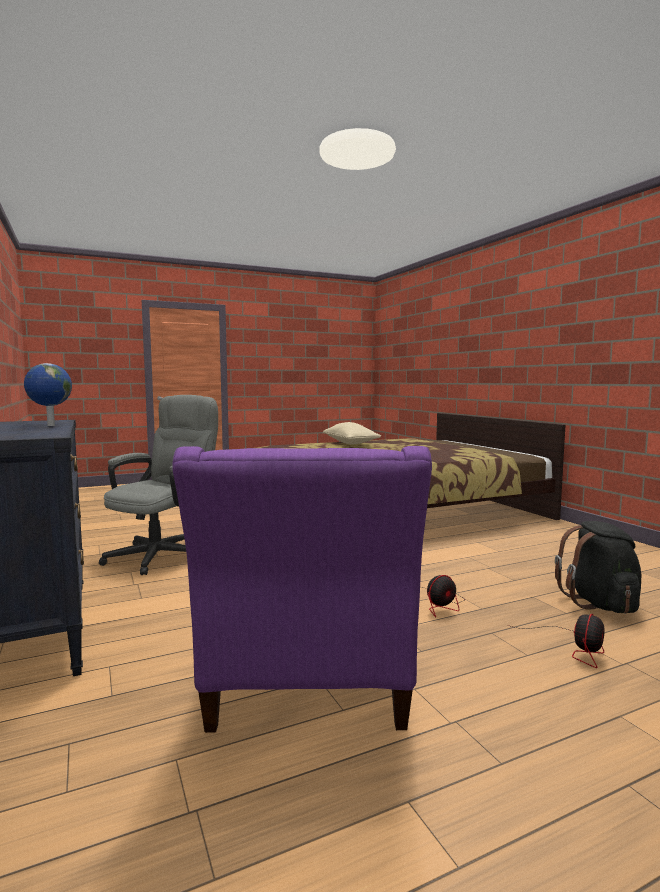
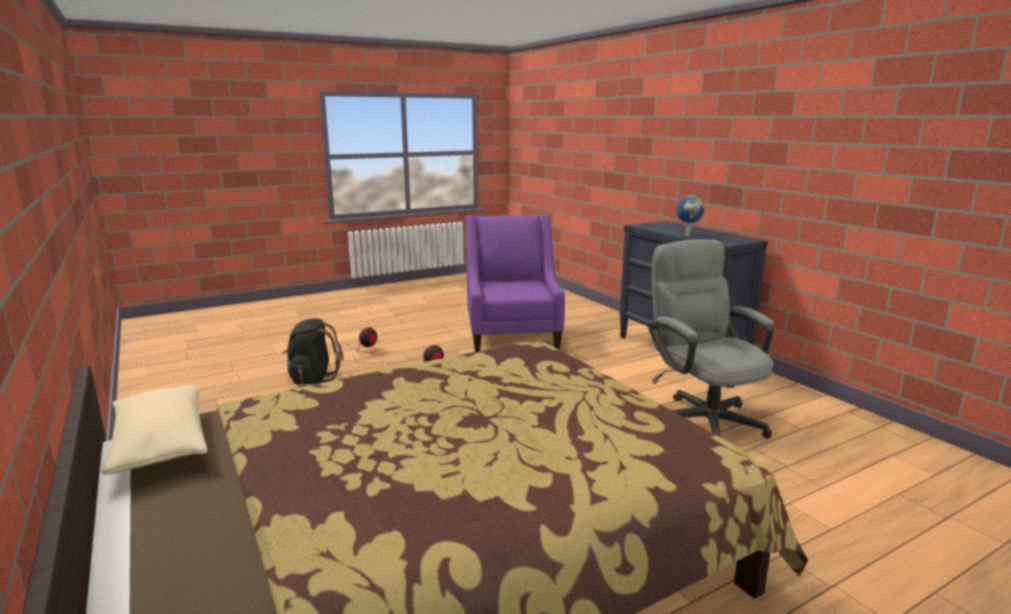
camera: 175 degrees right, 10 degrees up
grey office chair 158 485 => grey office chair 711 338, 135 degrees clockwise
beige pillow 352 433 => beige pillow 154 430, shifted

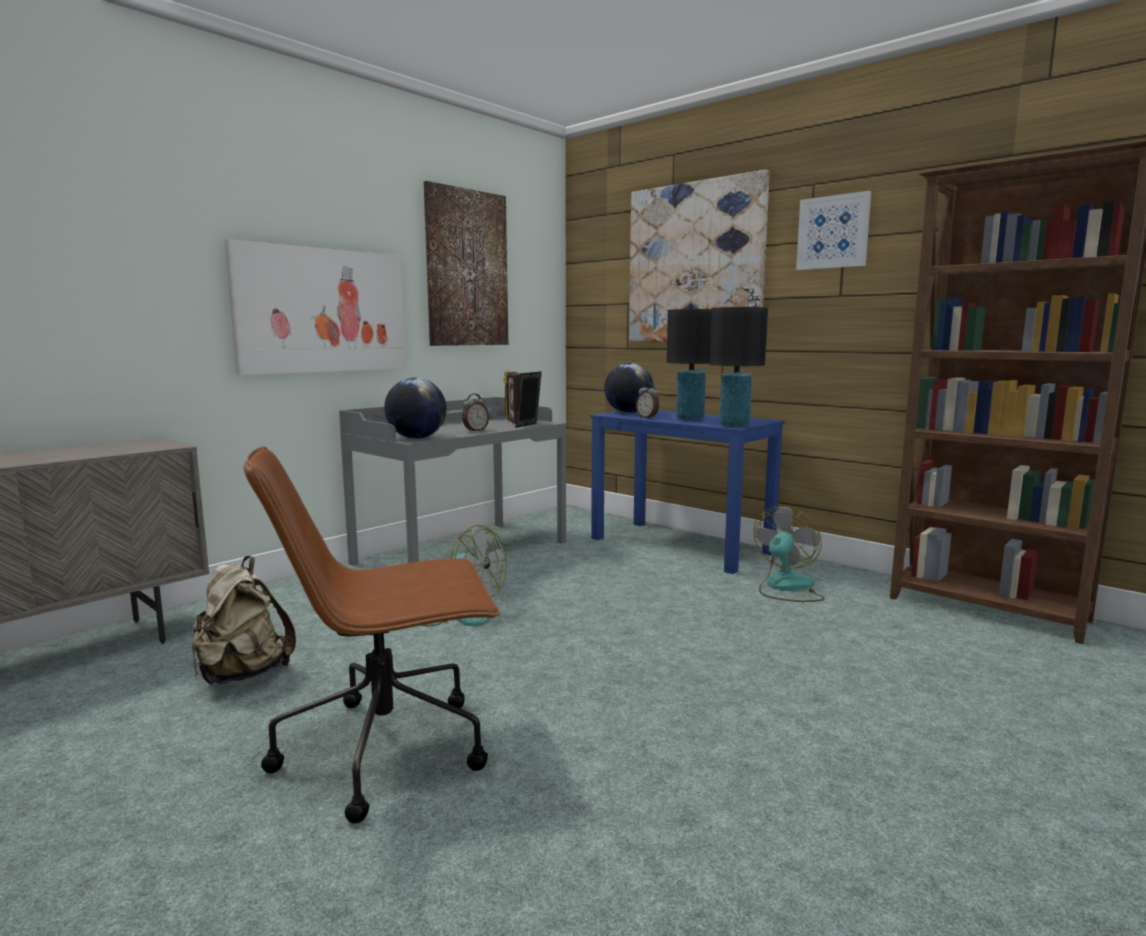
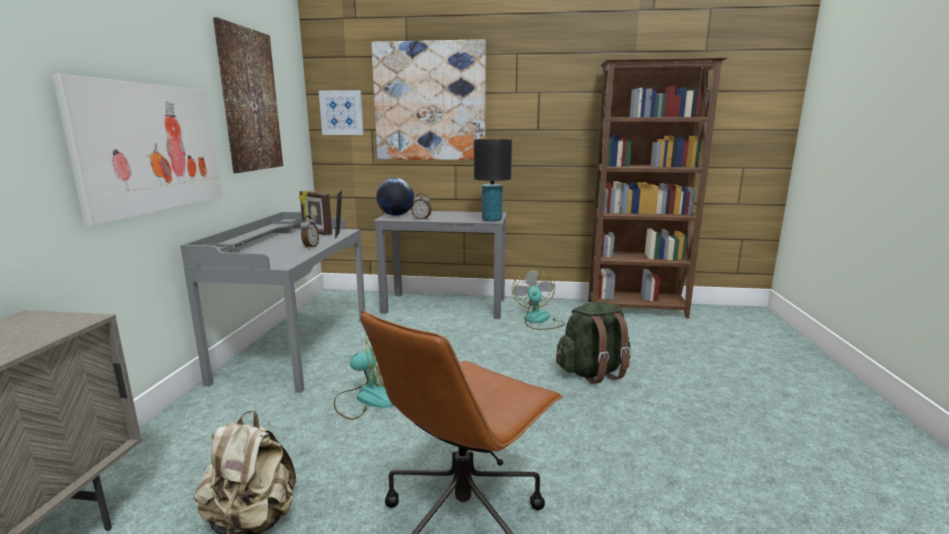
camera: 35 degrees left, 5 degrees up
picture 833 230 => picture 341 112, shifted
black table lamp 689 365 => nothing
globe 415 408 => nothing
blue desk 687 492 => grey desk 440 264
nothing => green backpack 593 343

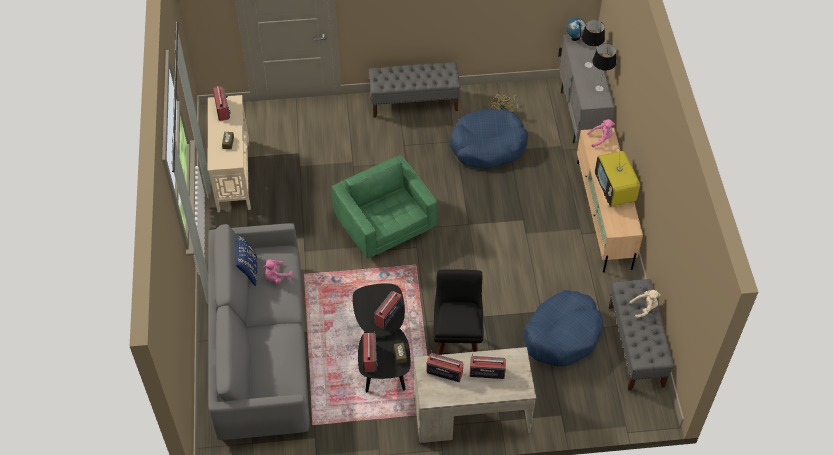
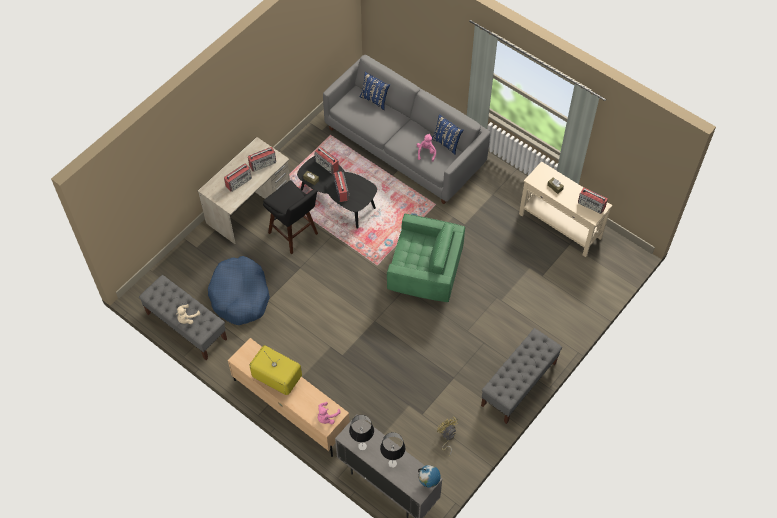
camera: 135 degrees right, 5 degrees up
blue dog bed 489 139 => nothing
nothing => blue pillow 374 91

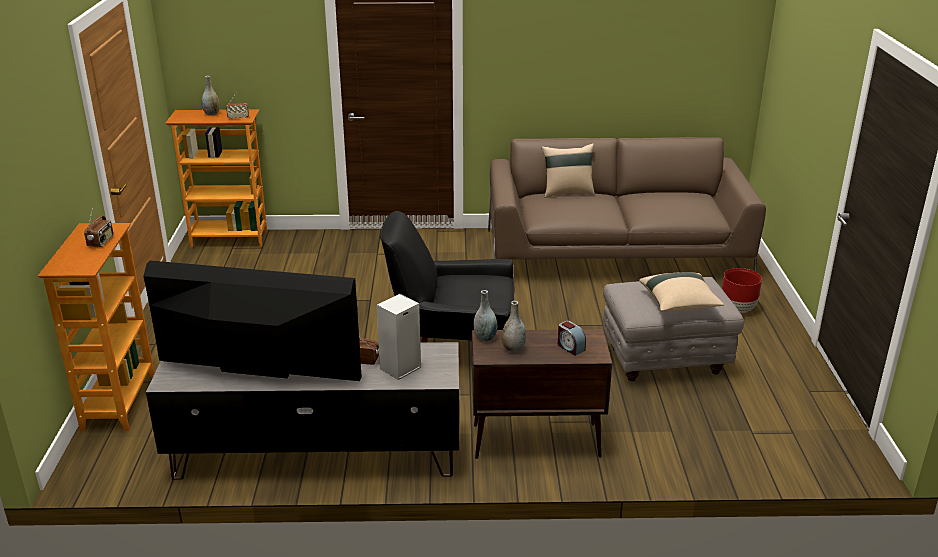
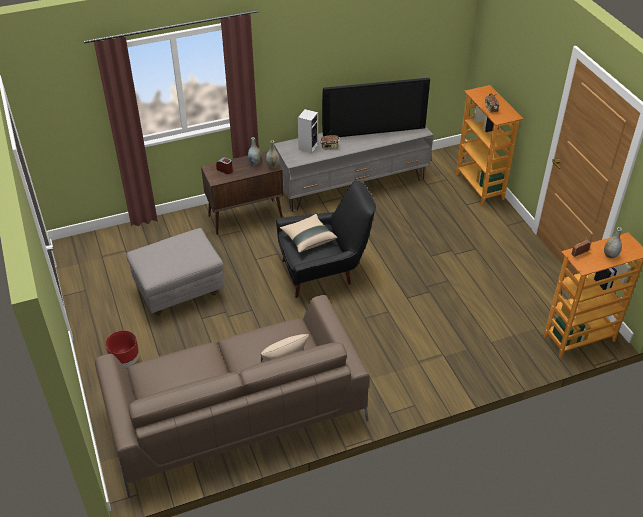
camera: 160 degrees right, 15 degrees up
beige pillow 681 291 => beige pillow 309 233, shifted

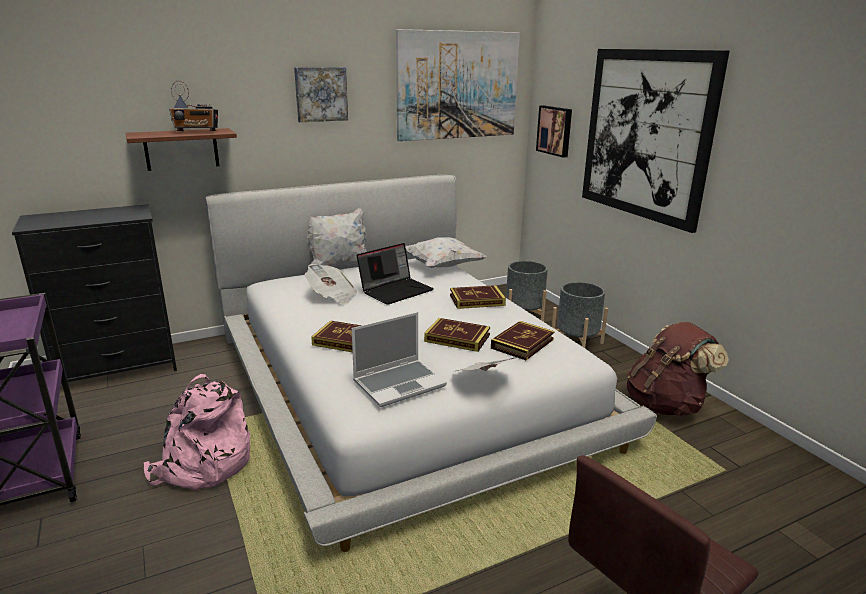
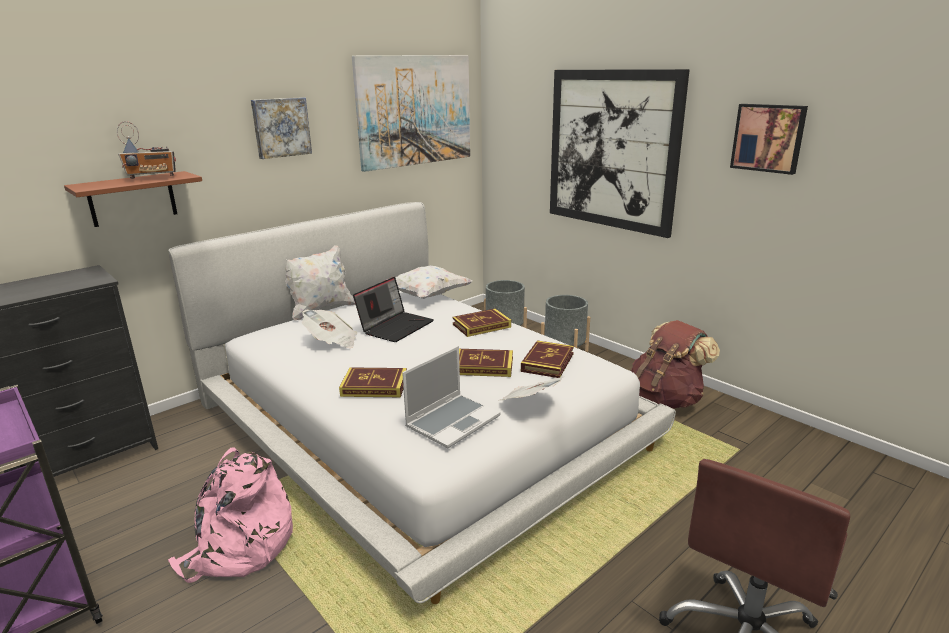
camera: 15 degrees left, 0 degrees up
picture 554 131 => picture 769 139, shifted

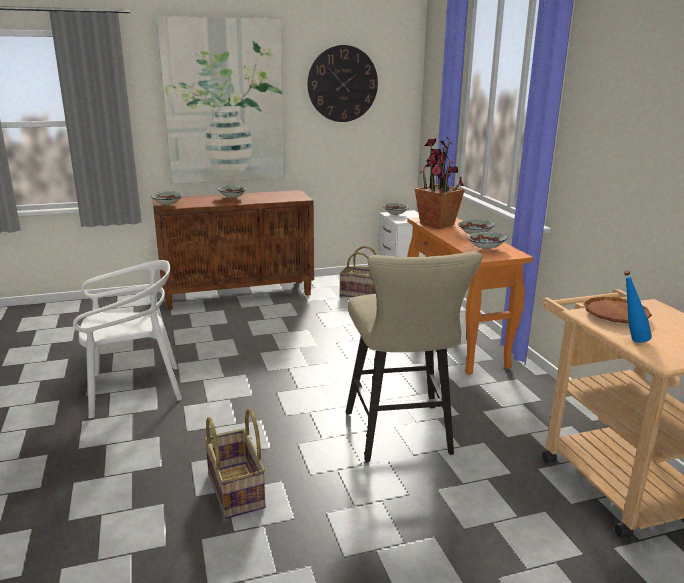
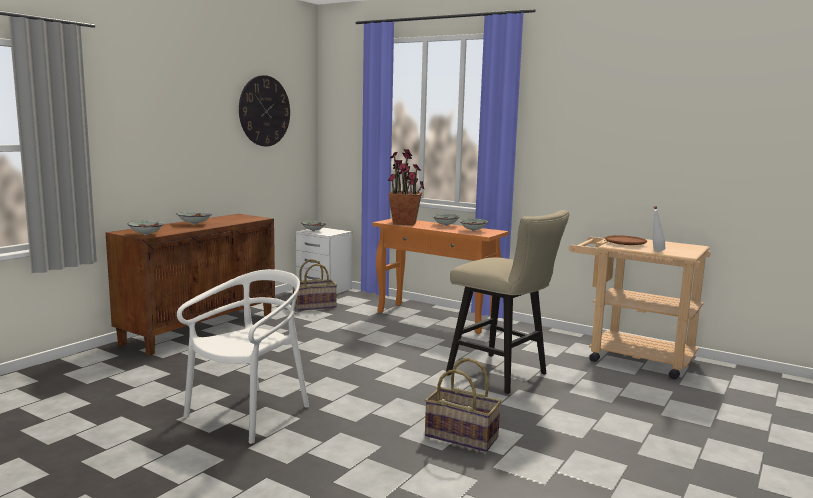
camera: 40 degrees left, 10 degrees down
picture 220 100 => nothing
blue bottle 638 306 => white bottle 659 228

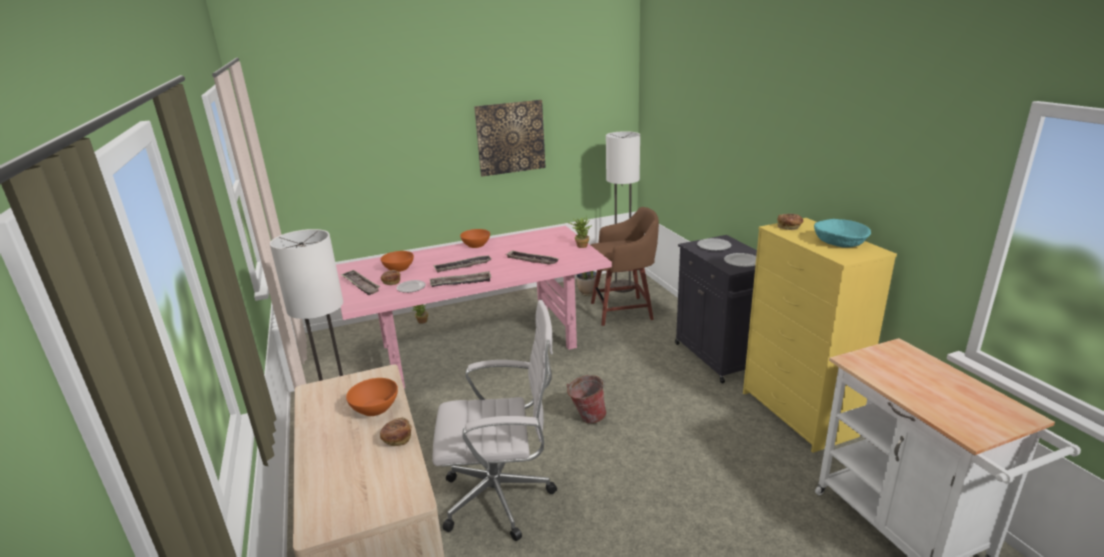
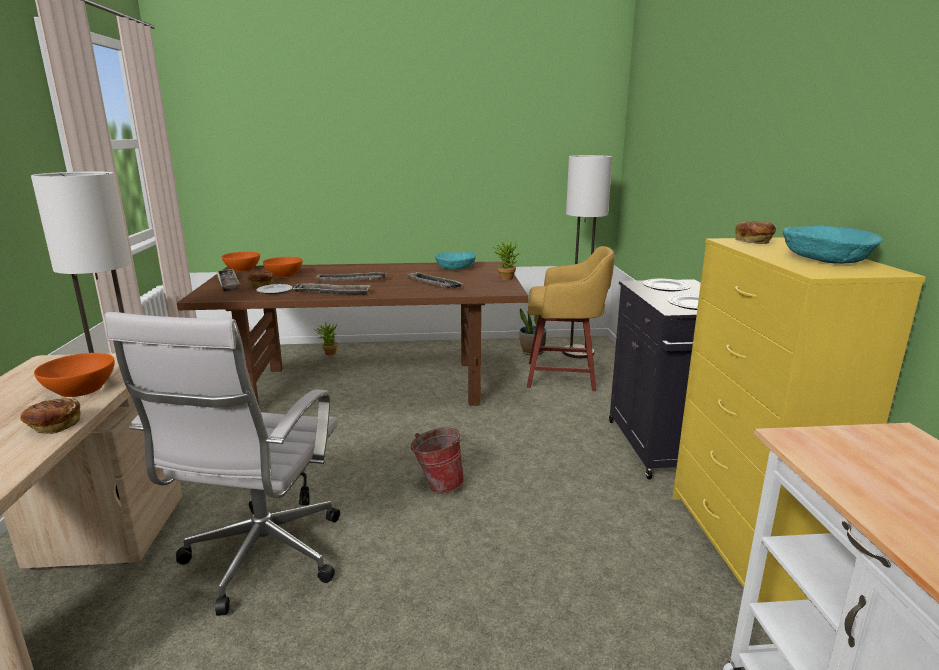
camera: 15 degrees right, 5 degrees down
picture 510 138 => nothing
brown stool 625 266 => yellow stool 571 318
pink dining table 474 307 => brown dining table 352 333
orange bowl 475 238 => orange bowl 241 261, shifted
white office chair 494 420 => white office chair 222 464, 90 degrees clockwise
nothing => turquoise bowl 455 260

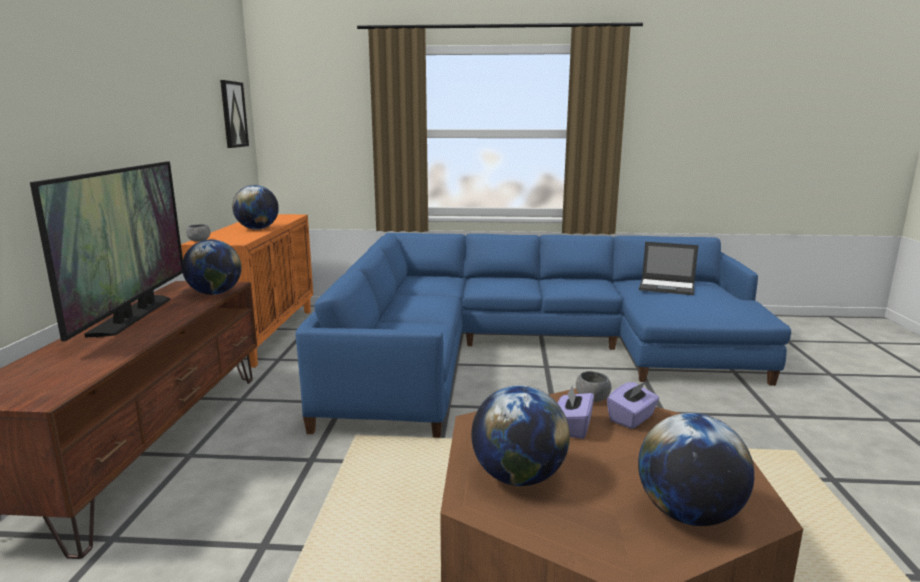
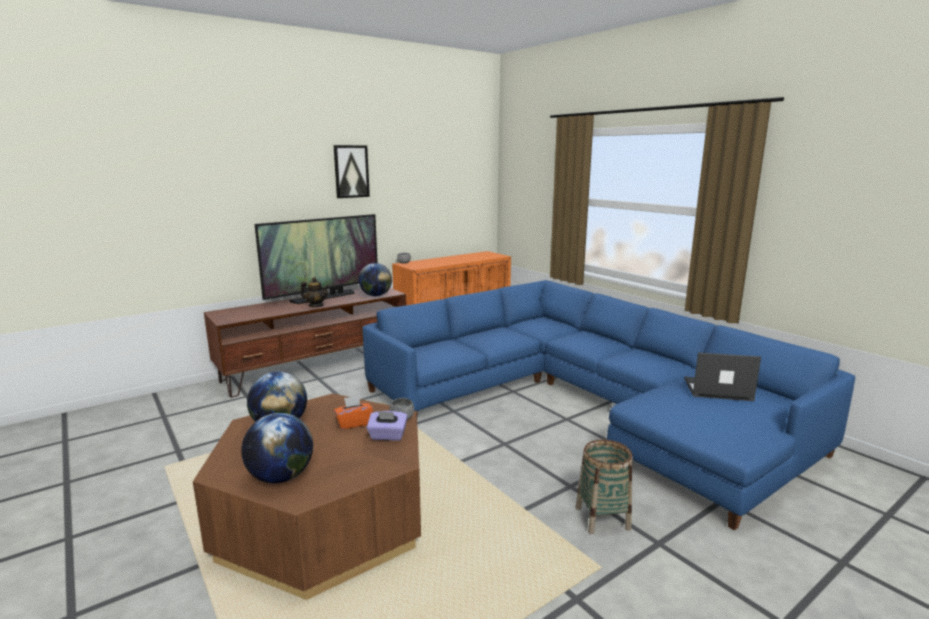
camera: 50 degrees right, 0 degrees up
picture 234 114 => picture 351 171, shifted
globe 255 207 => nothing
laptop 669 268 => laptop 722 377, 120 degrees clockwise
purple tissue box 576 412 => orange tissue box 353 412
nothing => teapot 315 292
nothing => basket 604 487

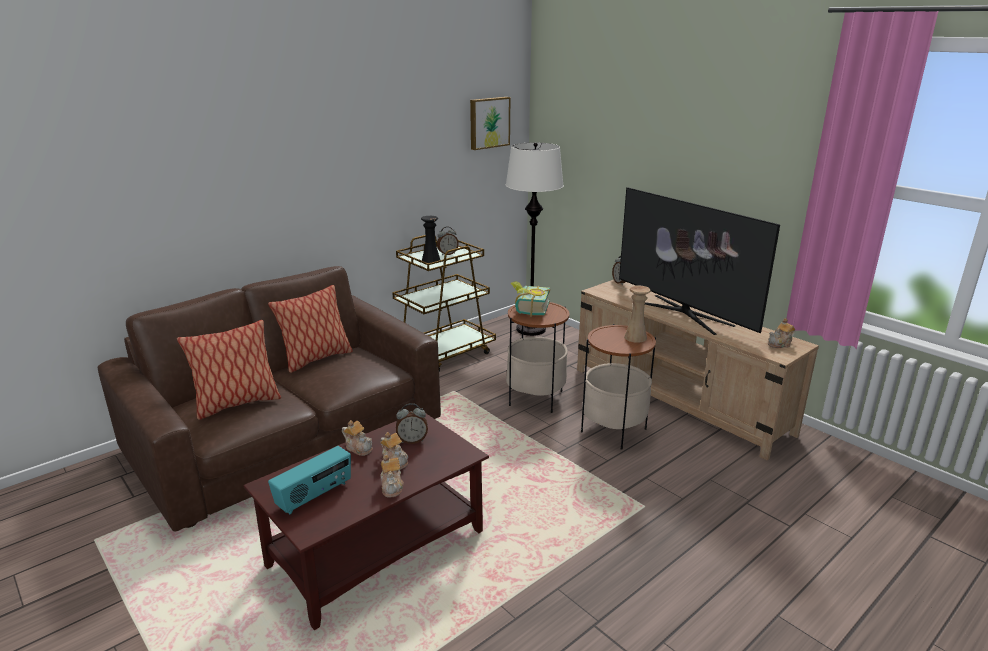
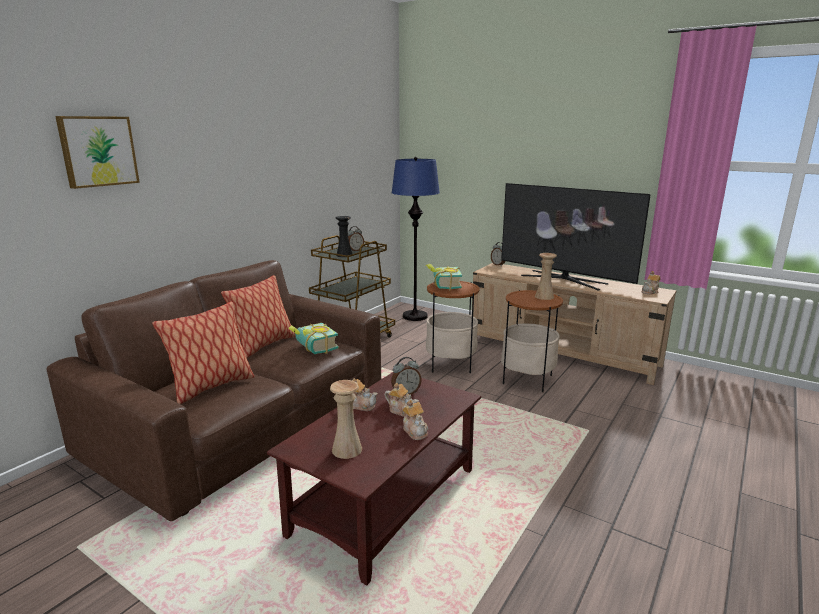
camera: 15 degrees left, 5 degrees down
picture 490 123 => picture 97 152, shifted
white floor lamp 535 239 => blue floor lamp 415 239
radio 309 480 => beige vase 346 419
nothing => book 313 338

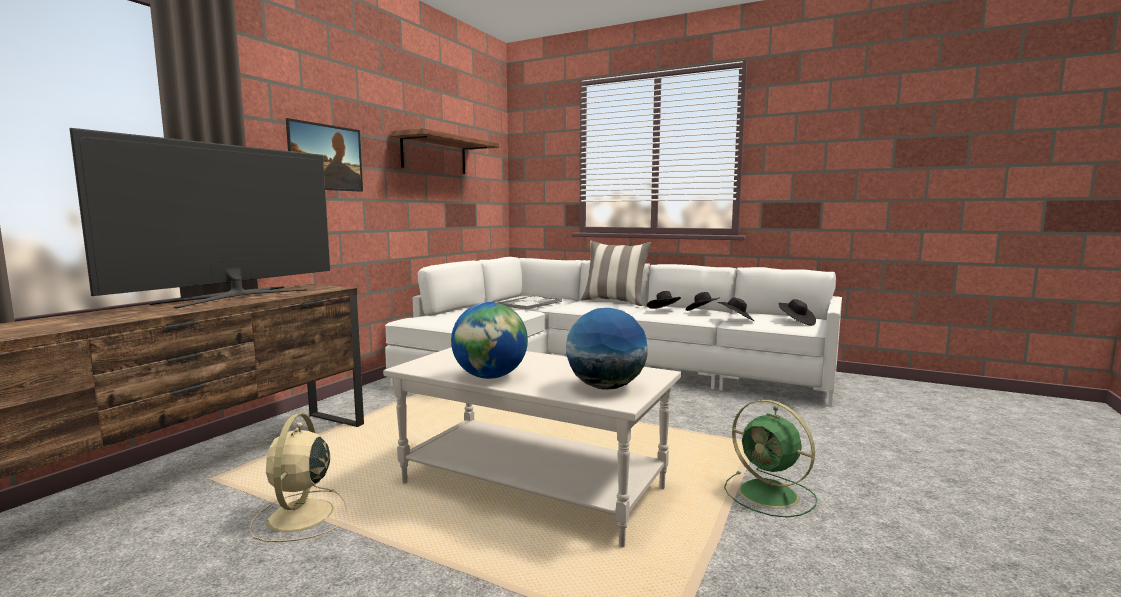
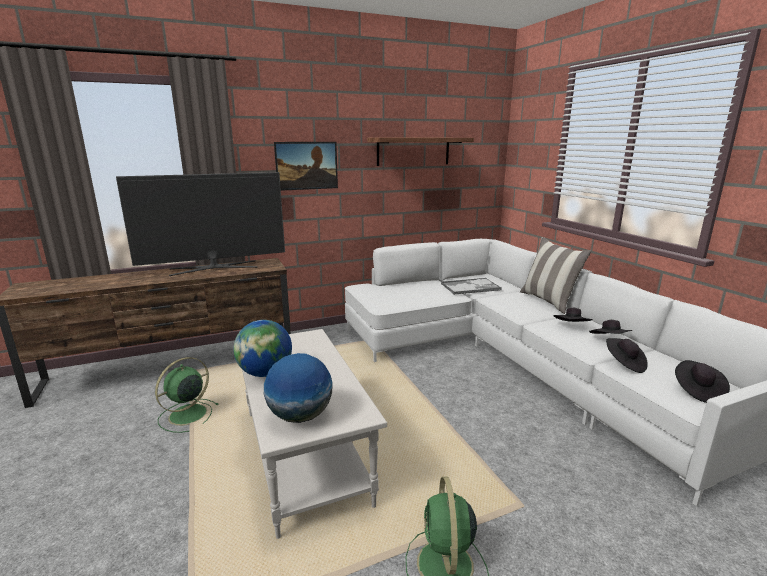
camera: 40 degrees right, 10 degrees up
beige fan 298 477 => green fan 186 395

